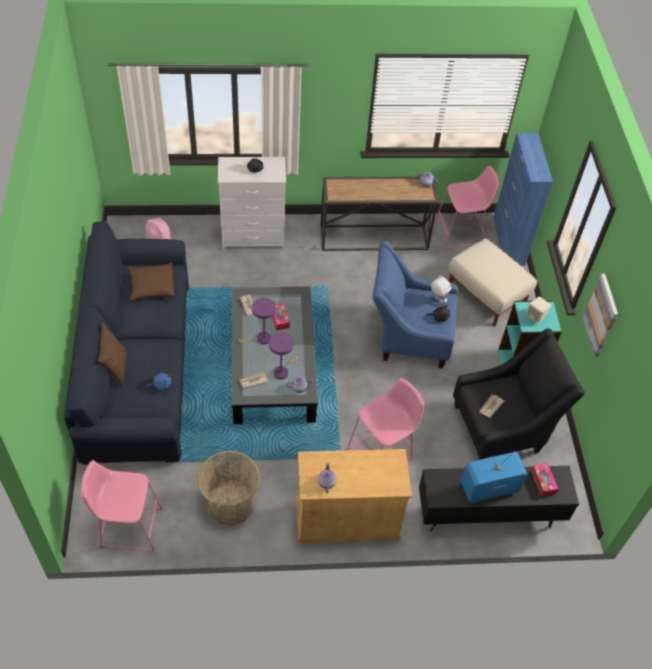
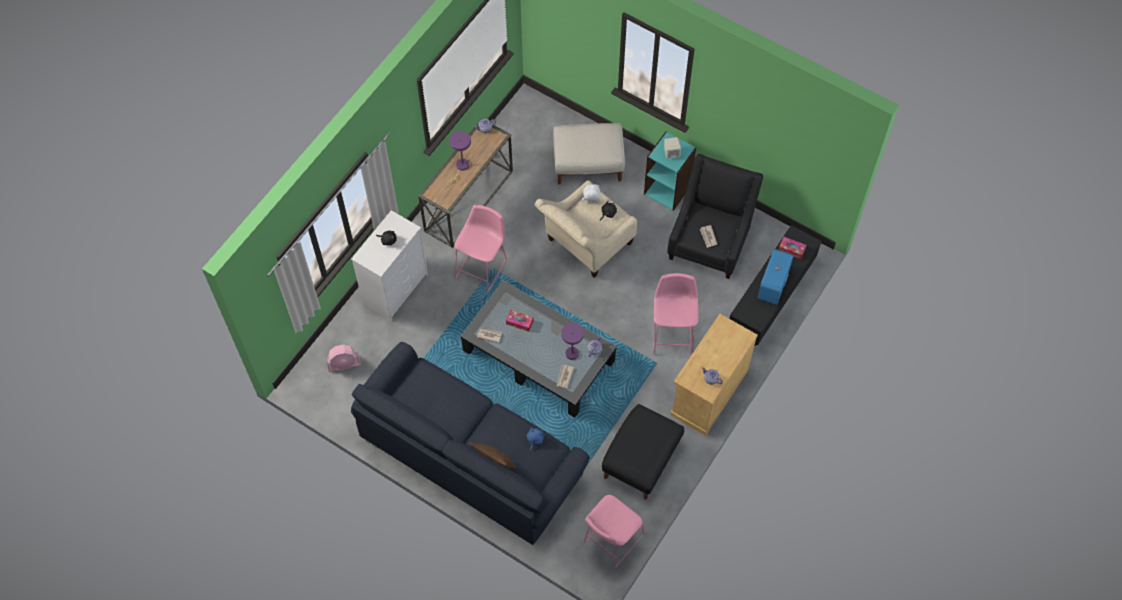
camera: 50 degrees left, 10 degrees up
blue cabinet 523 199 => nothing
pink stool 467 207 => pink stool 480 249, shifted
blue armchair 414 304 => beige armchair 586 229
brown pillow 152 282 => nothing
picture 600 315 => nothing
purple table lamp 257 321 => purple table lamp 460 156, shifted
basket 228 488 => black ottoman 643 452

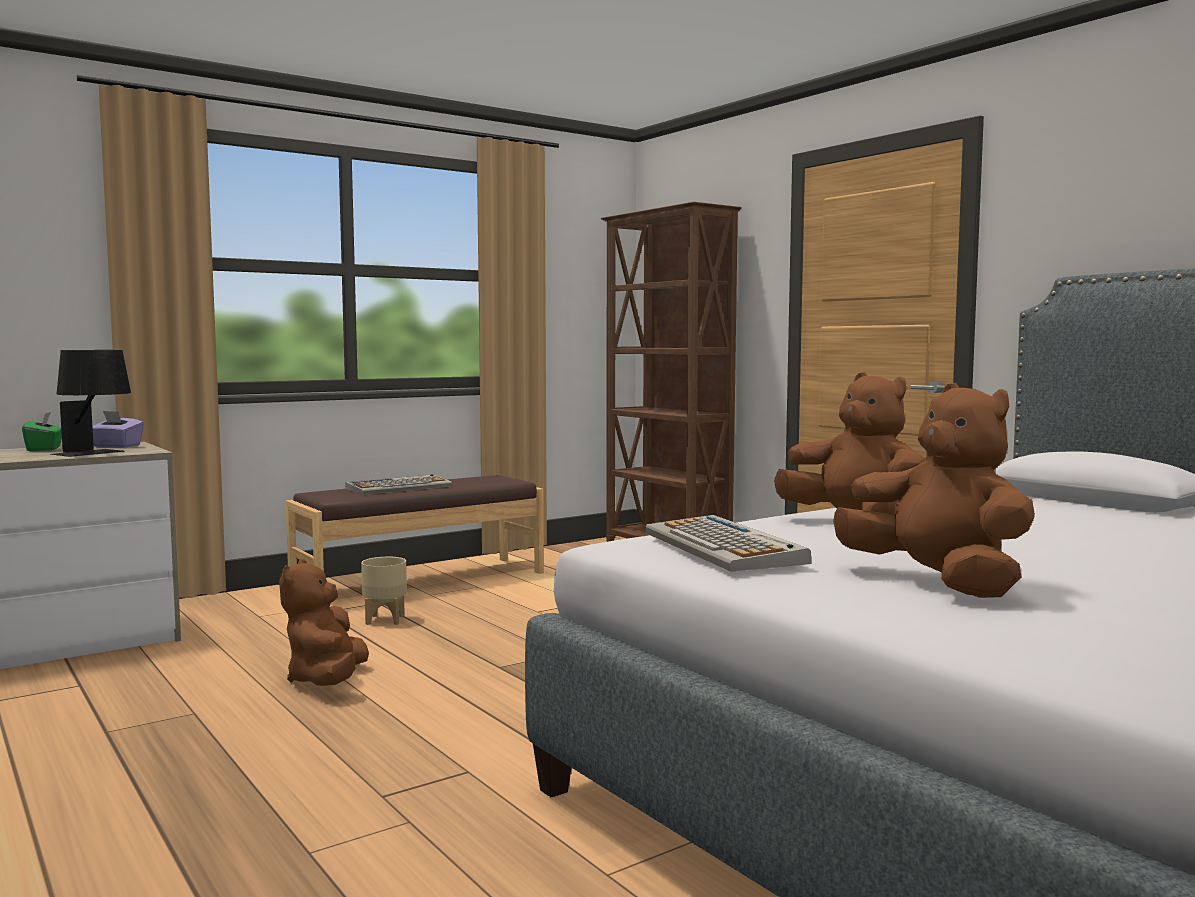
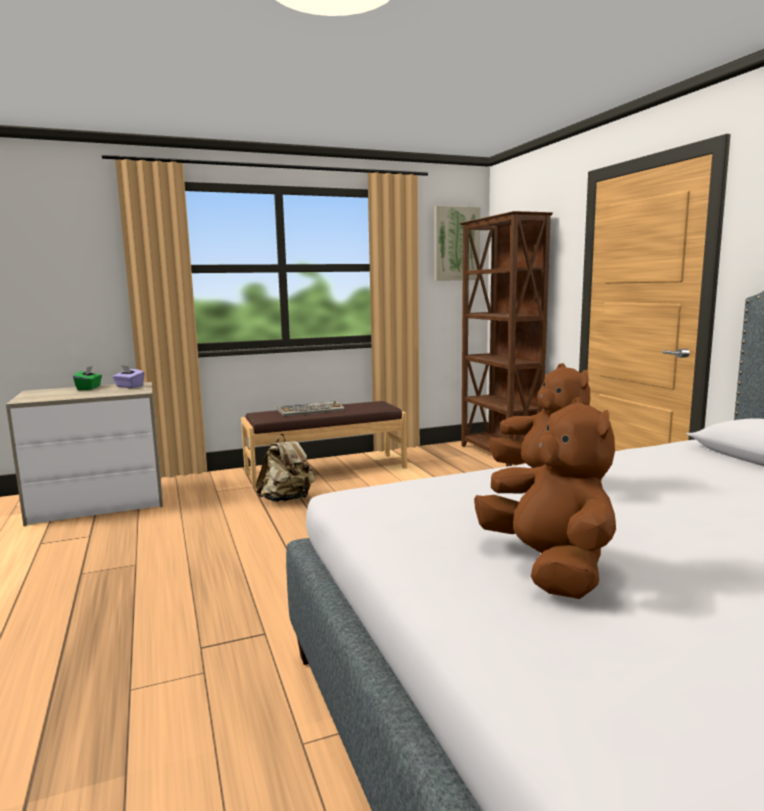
camera: 15 degrees right, 5 degrees up
black table lamp 91 403 => nothing
keyboard 728 543 => nothing
beige planter 384 591 => beige backpack 285 468
brown plush toy 324 622 => nothing
nothing => picture 457 243

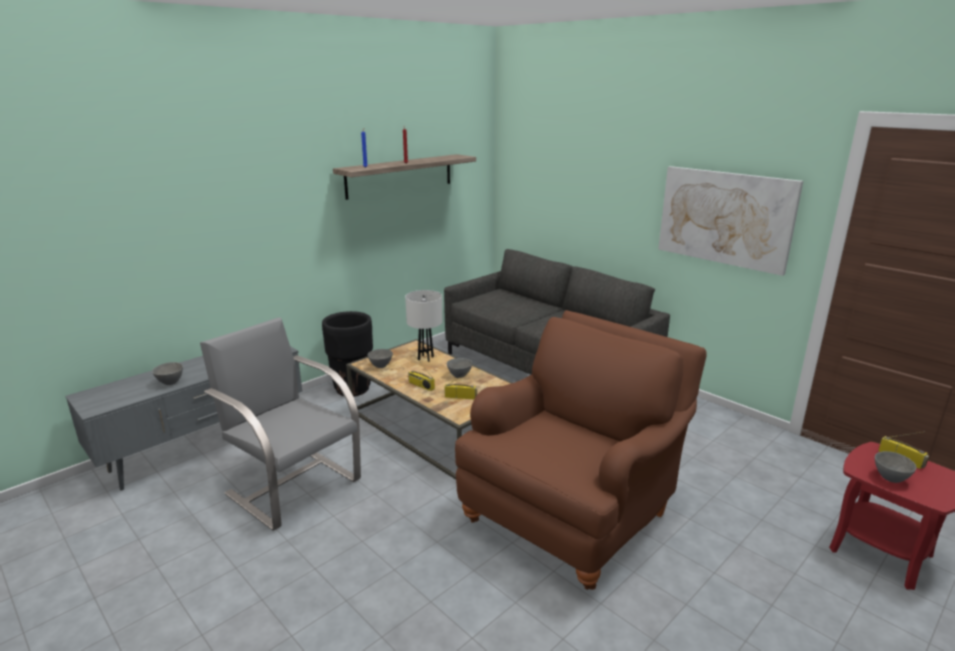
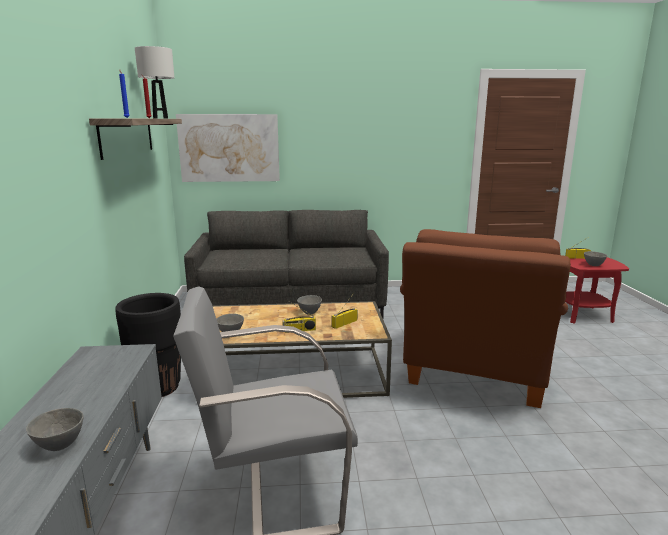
camera: 50 degrees left, 5 degrees down
picture 730 221 => picture 228 148, shifted
white table lamp 423 326 => white table lamp 154 82, shifted
brown armchair 581 450 => brown armchair 485 318, 150 degrees counterclockwise

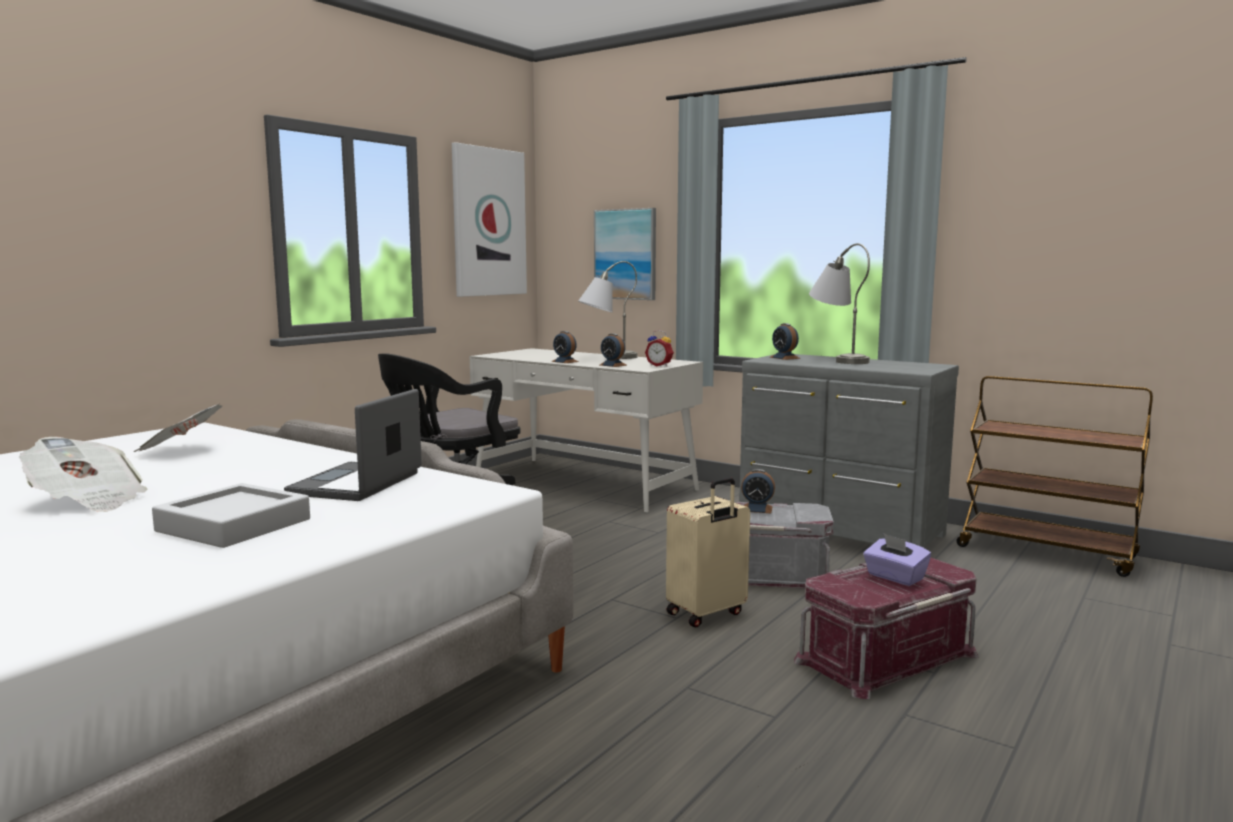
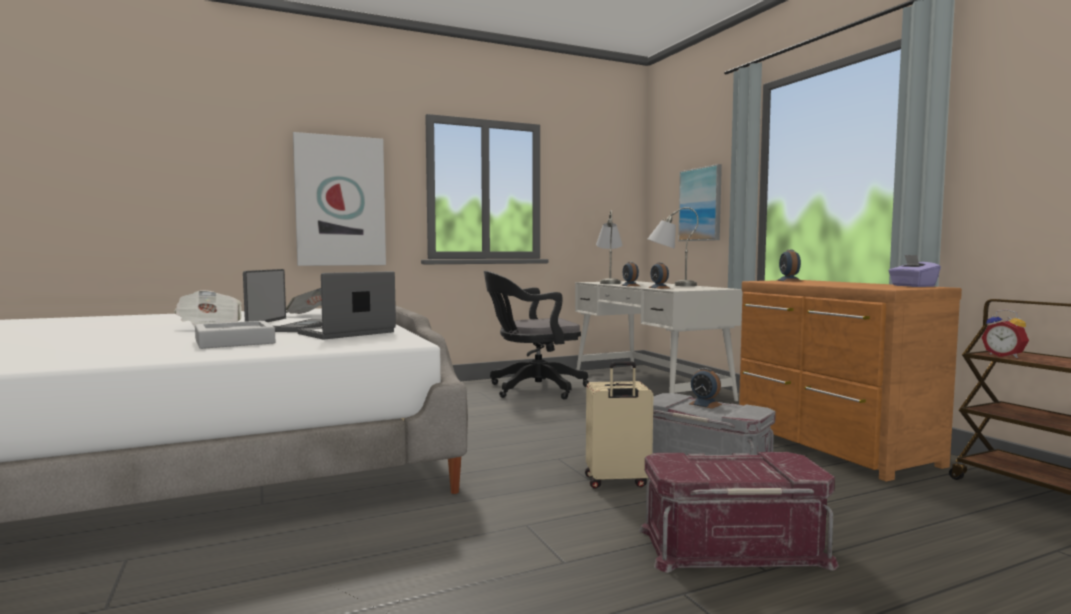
camera: 30 degrees right, 5 degrees down
picture 489 219 => picture 339 199, shifted
grey table lamp 839 303 => grey table lamp 609 247, shifted
alarm clock 659 348 => alarm clock 1005 333, shifted
grey dresser 849 451 => brown dresser 850 380
purple tissue box 897 560 => purple tissue box 914 271, shifted
nothing => laptop 282 300

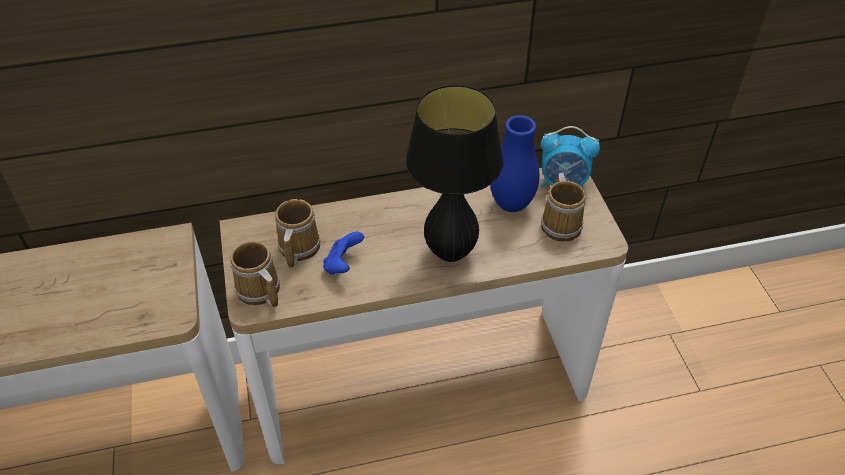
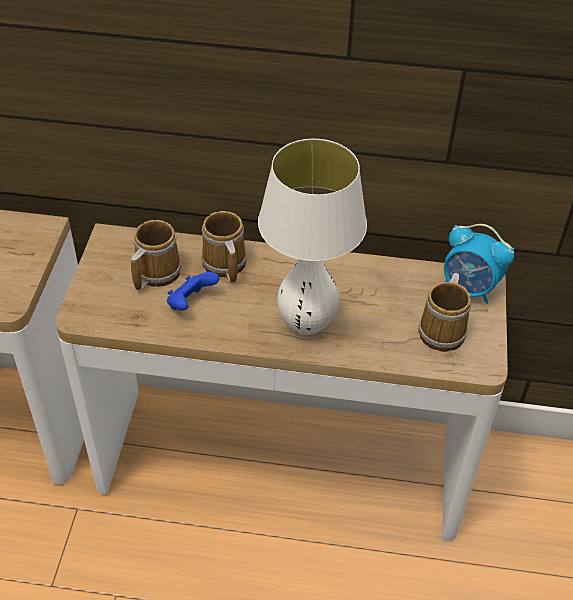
camera: 20 degrees right, 0 degrees up
black table lamp 454 173 => white table lamp 312 237
blue vase 515 163 => nothing
mug 255 274 => mug 224 247, shifted

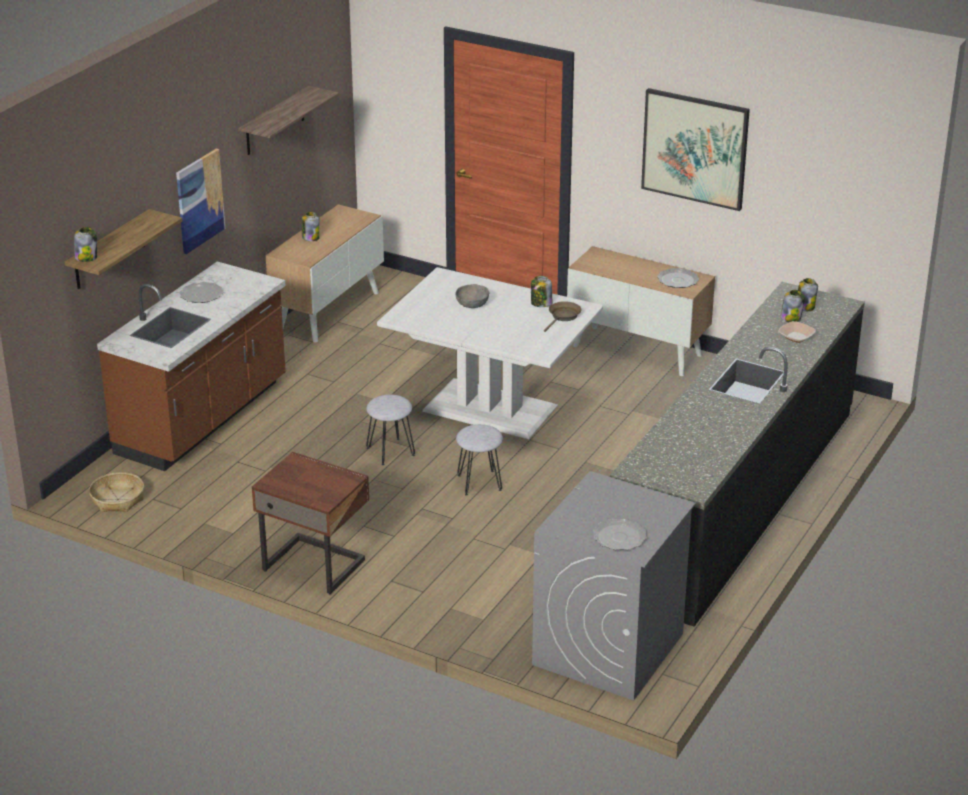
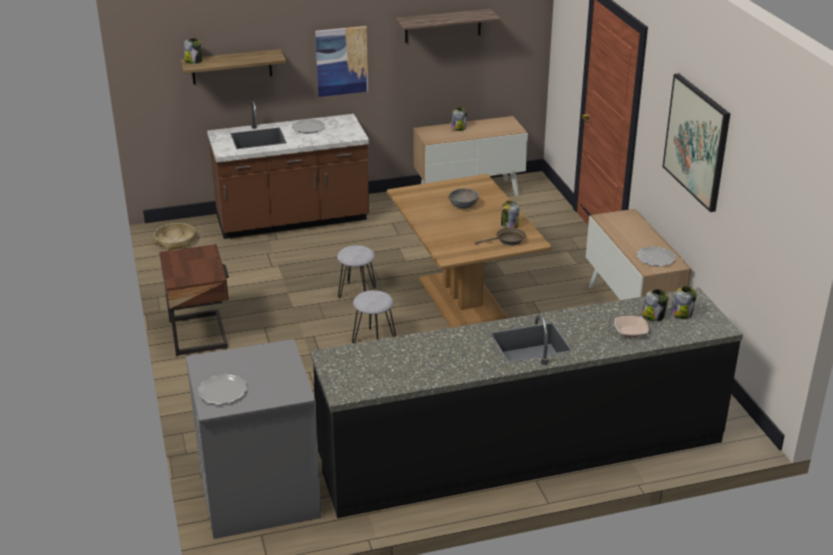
camera: 45 degrees right, 0 degrees up
white dining table 490 353 => brown dining table 469 251

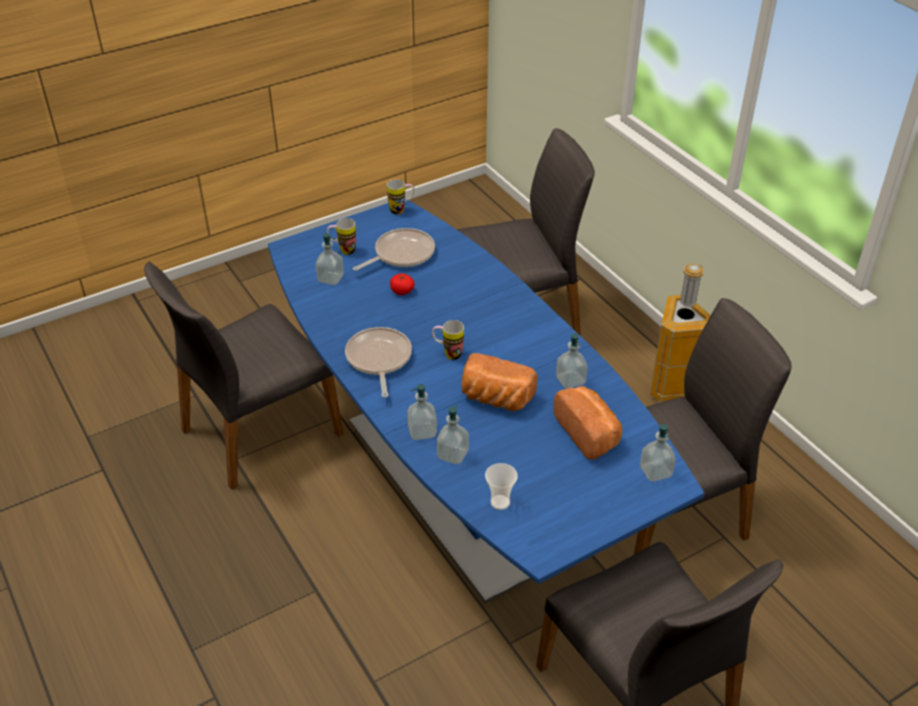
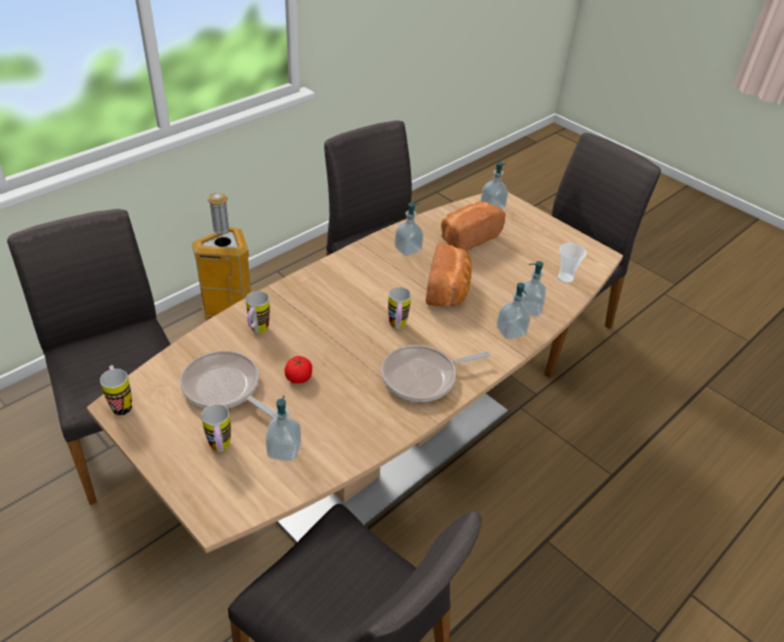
camera: 105 degrees left, 0 degrees up
blue dining table 486 401 => brown dining table 355 372
nothing => mug 258 312

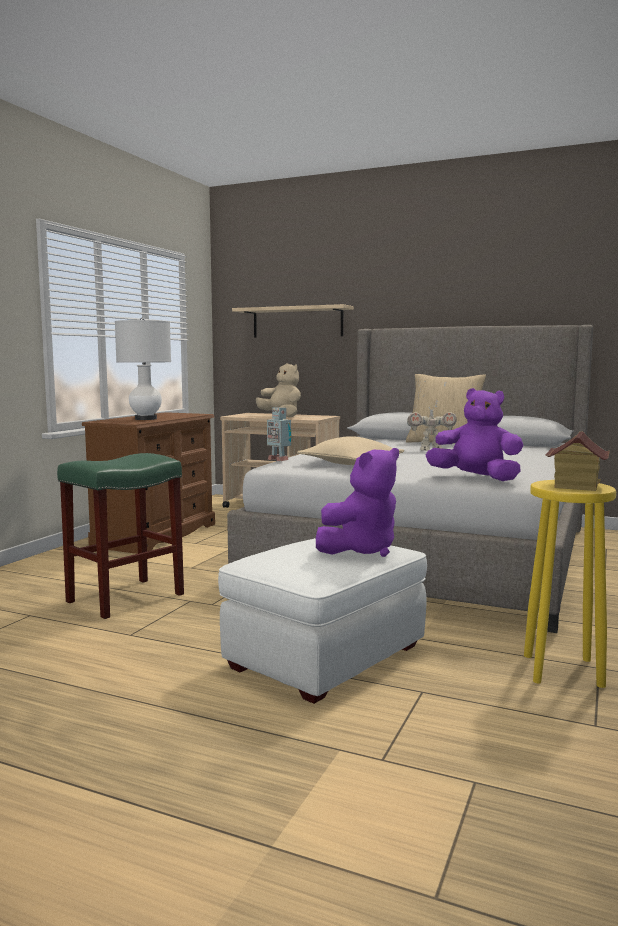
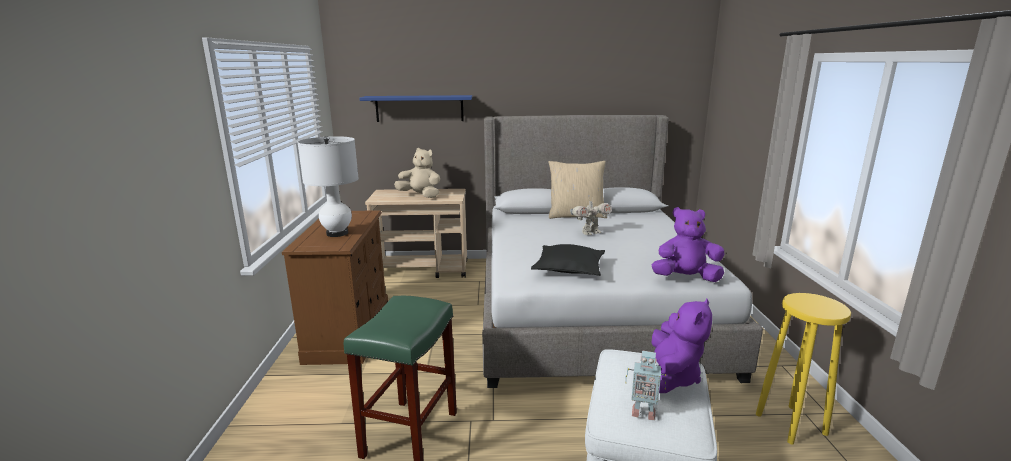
camera: 25 degrees left, 10 degrees up
beige shelf 293 321 => blue shelf 415 108
toy robot 279 434 => toy robot 645 385, shifted
toy house 577 461 => nothing
beige pillow 351 450 => black pillow 568 260

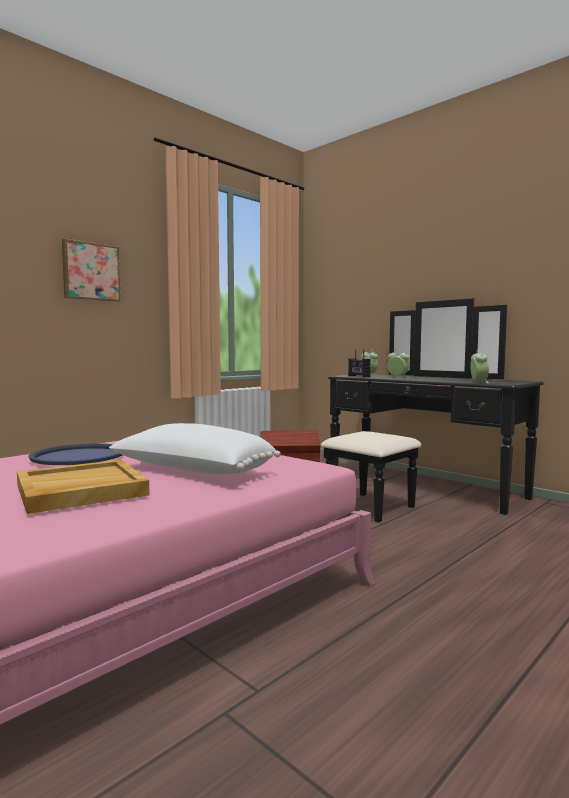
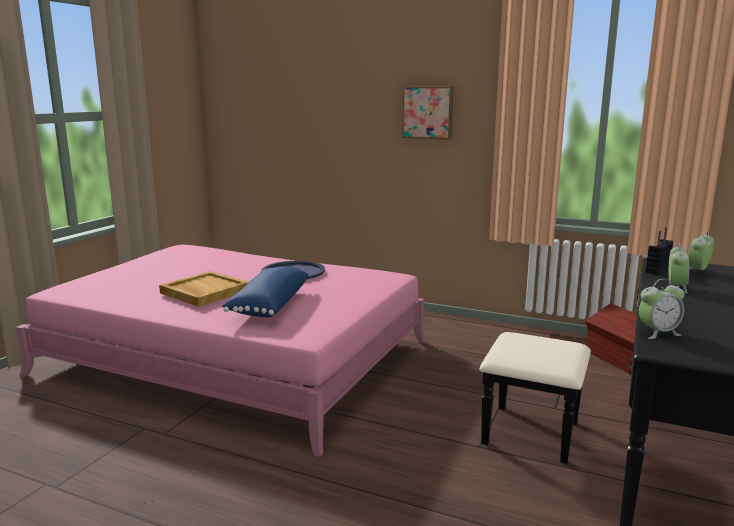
camera: 70 degrees right, 10 degrees up
white pillow 195 449 => blue pillow 265 291

